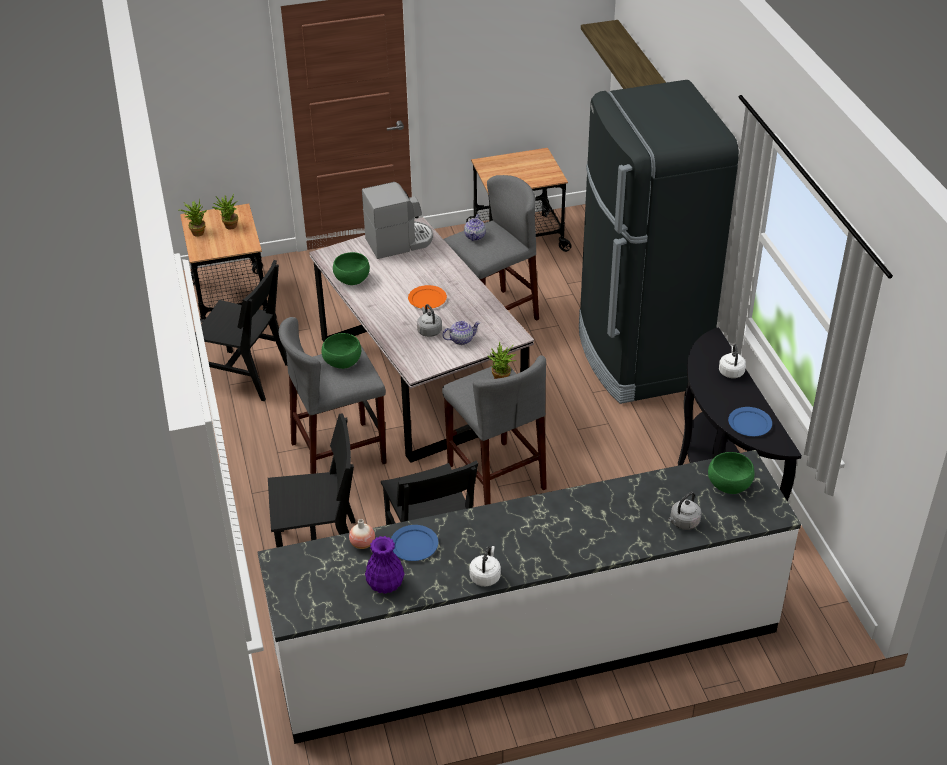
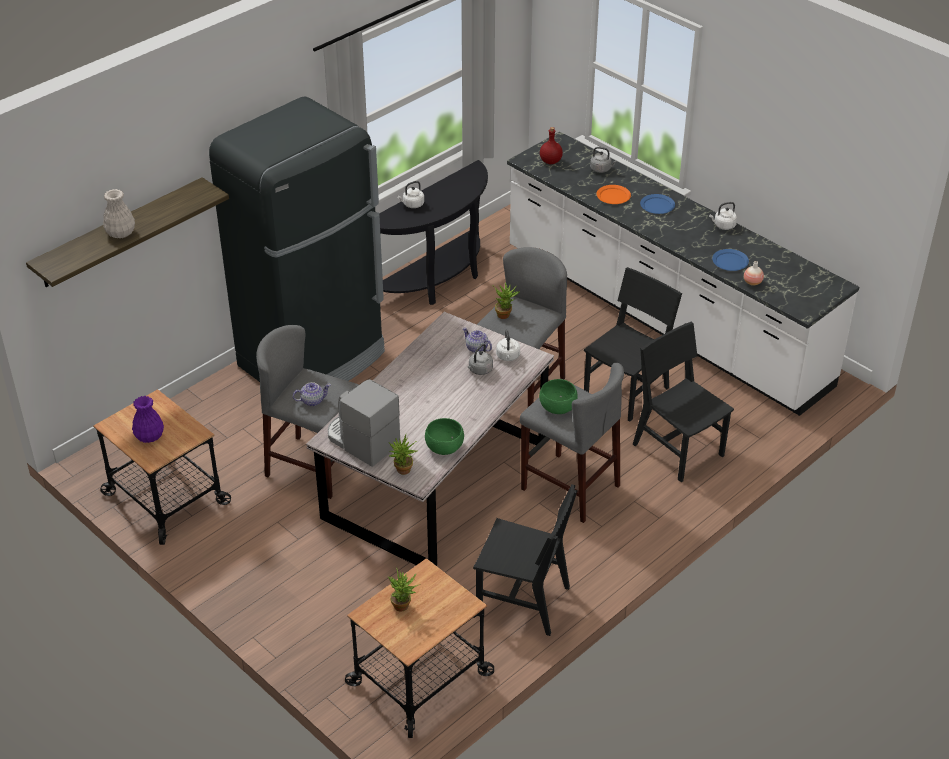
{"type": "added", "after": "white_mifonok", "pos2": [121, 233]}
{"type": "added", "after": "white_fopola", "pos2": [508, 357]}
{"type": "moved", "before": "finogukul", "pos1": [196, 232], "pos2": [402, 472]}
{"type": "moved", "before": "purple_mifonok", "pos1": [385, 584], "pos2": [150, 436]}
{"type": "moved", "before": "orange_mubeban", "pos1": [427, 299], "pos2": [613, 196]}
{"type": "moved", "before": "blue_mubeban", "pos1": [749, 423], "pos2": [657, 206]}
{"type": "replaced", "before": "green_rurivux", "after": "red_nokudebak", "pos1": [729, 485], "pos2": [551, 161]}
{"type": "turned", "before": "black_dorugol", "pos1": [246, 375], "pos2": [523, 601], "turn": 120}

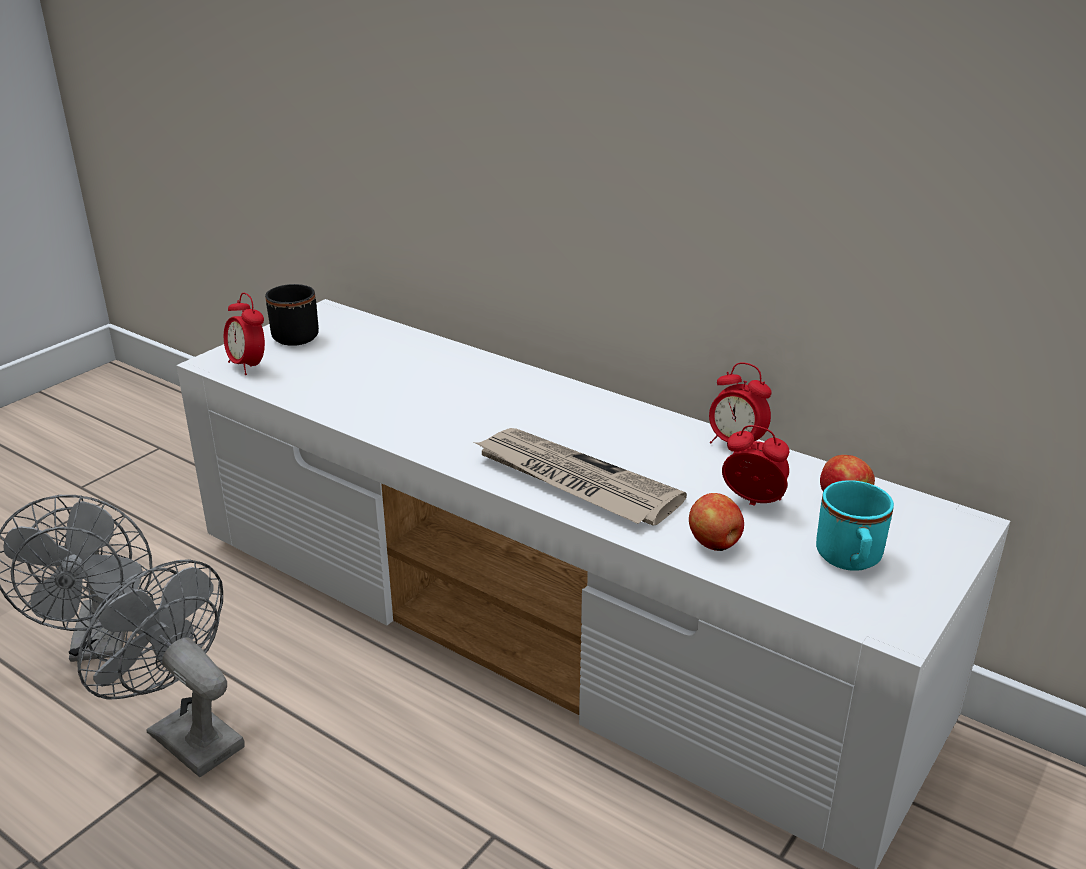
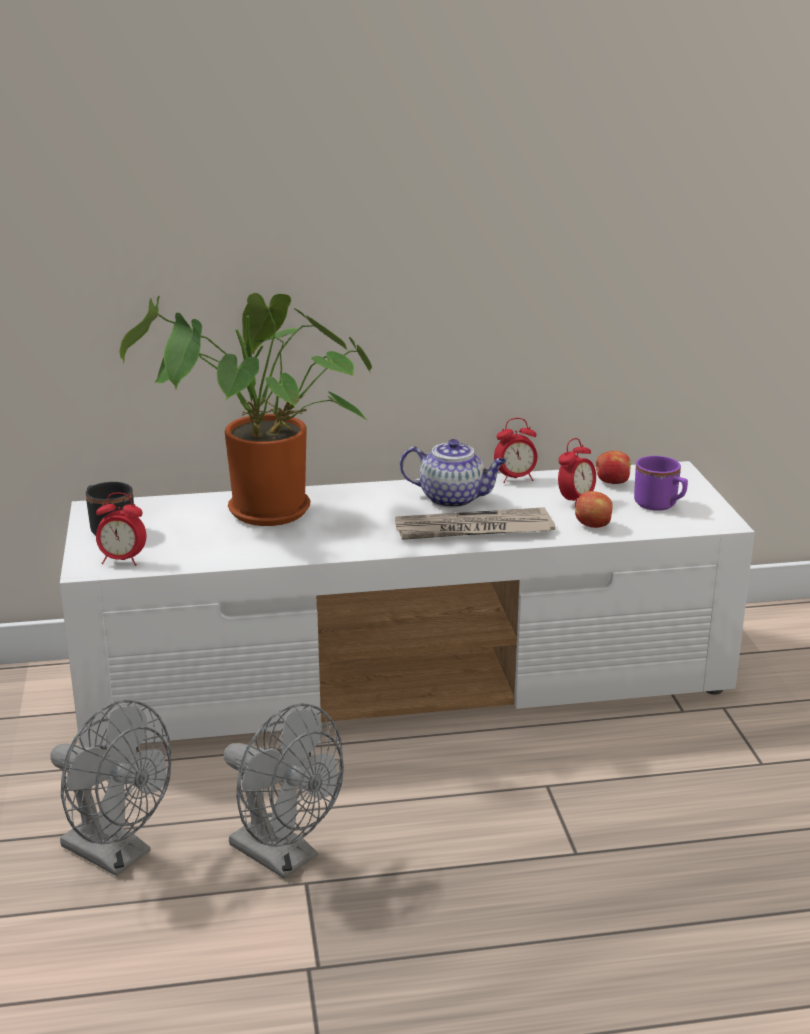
{"type": "added", "after": "finogukul", "pos2": [262, 515]}
{"type": "added", "after": "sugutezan", "pos2": [453, 499]}
{"type": "recoloured", "before": "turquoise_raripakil", "after": "purple_raripakil", "pos1": [850, 561], "pos2": [660, 505]}
{"type": "turned", "before": "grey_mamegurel", "pos1": [185, 734], "pos2": [284, 857], "turn": -135}
{"type": "turned", "before": "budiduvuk", "pos1": [753, 502], "pos2": [575, 501], "turn": 150}

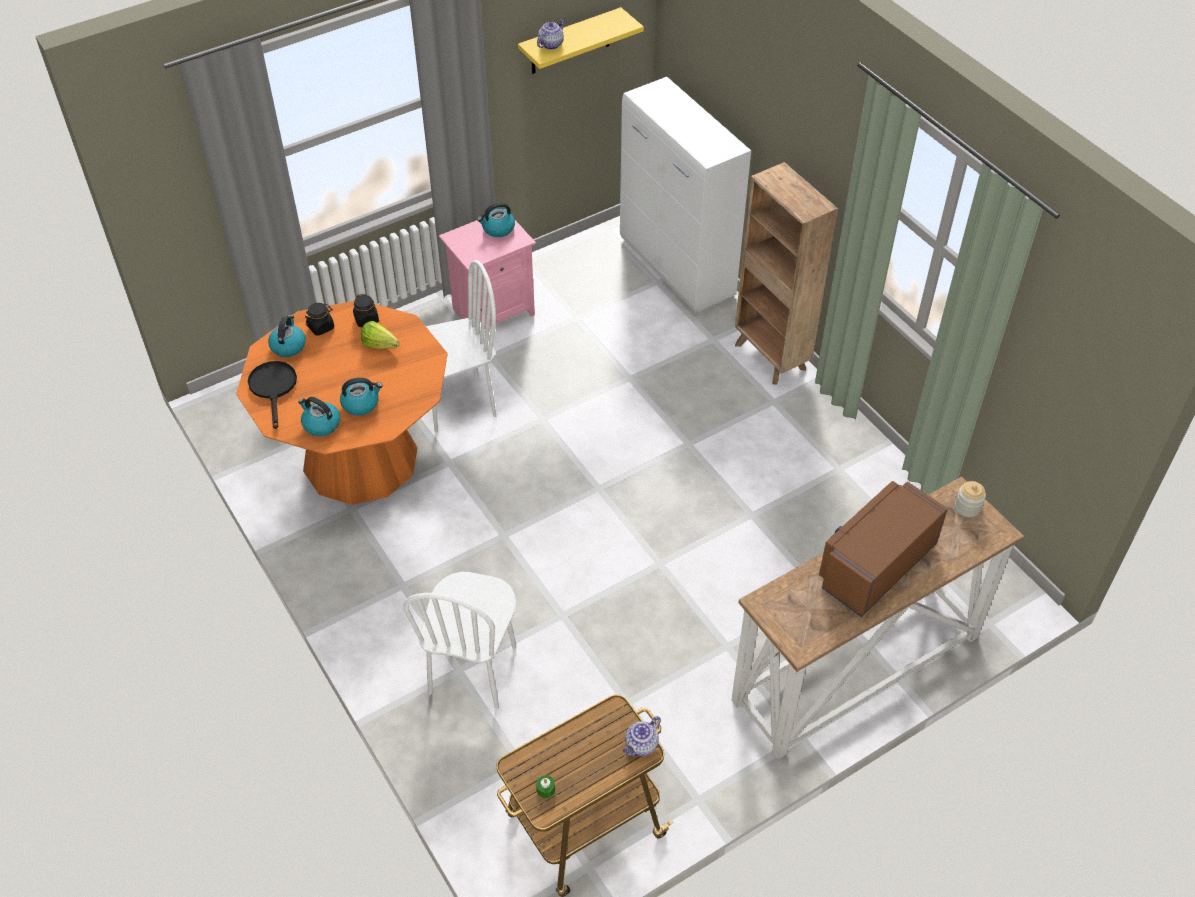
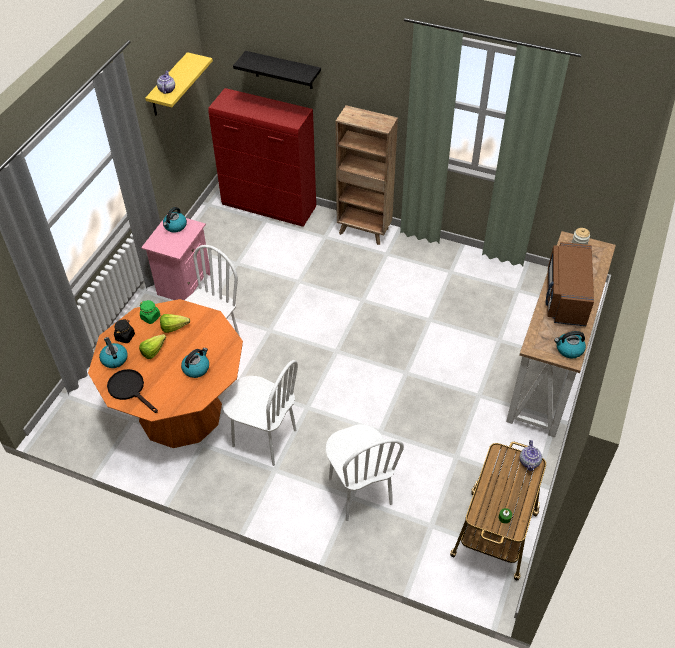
{"type": "added", "after": "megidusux", "pos2": [156, 350]}
{"type": "added", "after": "white_dorugol", "pos2": [264, 438]}
{"type": "added", "after": "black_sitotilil", "pos2": [283, 70]}
{"type": "moved", "before": "fopola", "pos1": [321, 424], "pos2": [569, 349]}
{"type": "recoloured", "before": "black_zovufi", "after": "green_zovufi", "pos1": [366, 320], "pos2": [150, 317]}
{"type": "recoloured", "before": "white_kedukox", "after": "red_kedukox", "pos1": [677, 268], "pos2": [270, 207]}

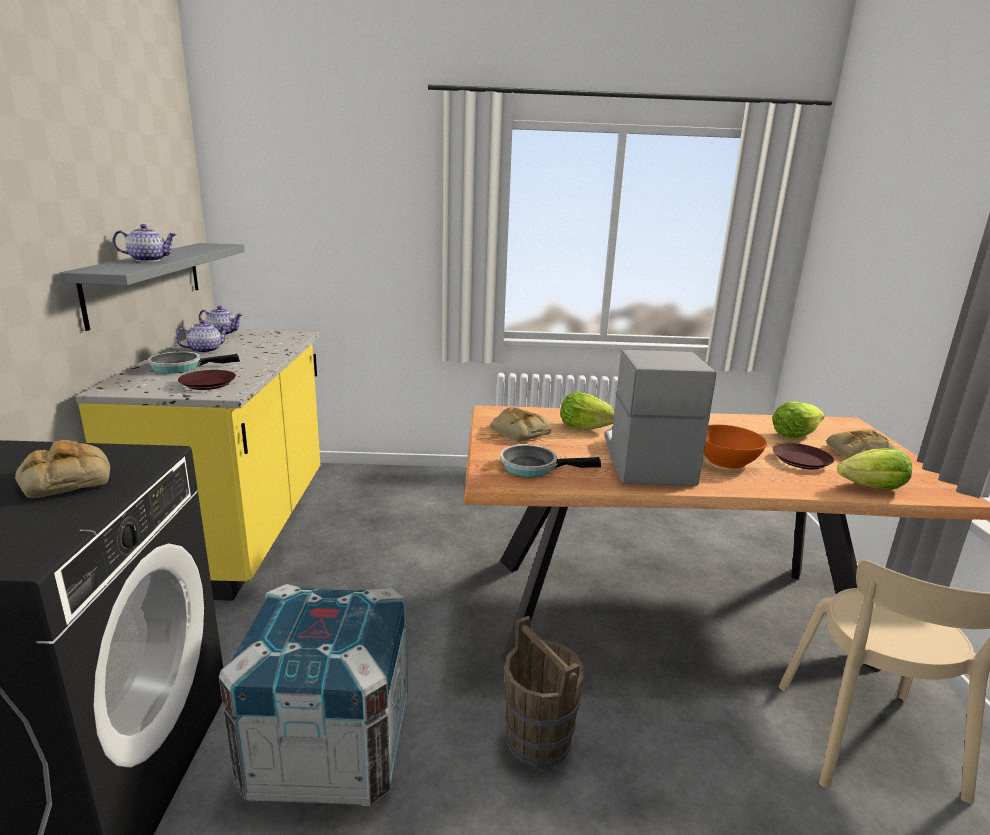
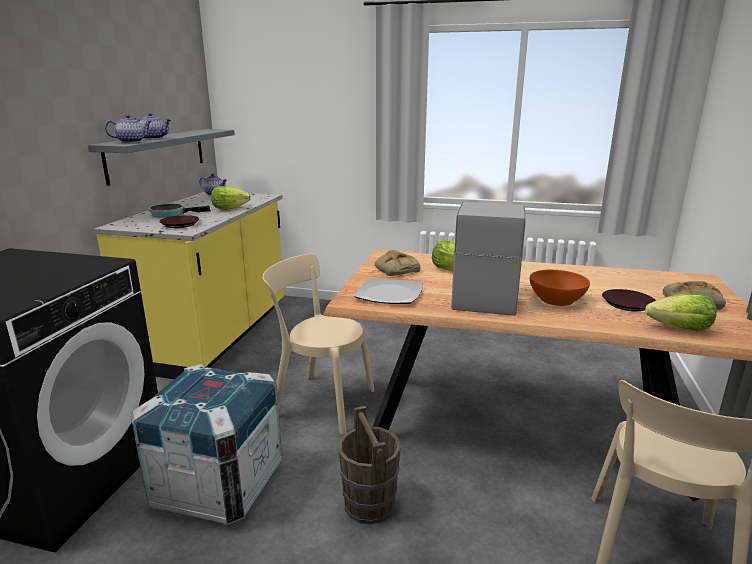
{"type": "removed", "before": "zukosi", "pos1": [65, 479]}
{"type": "added", "after": "beige_dorugol", "pos2": [319, 402]}
{"type": "moved", "before": "sugutezan", "pos1": [205, 350], "pos2": [131, 142]}
{"type": "moved", "before": "megidusux", "pos1": [794, 435], "pos2": [229, 208]}
{"type": "replaced", "before": "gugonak", "after": "mubeban", "pos1": [533, 467], "pos2": [389, 293]}

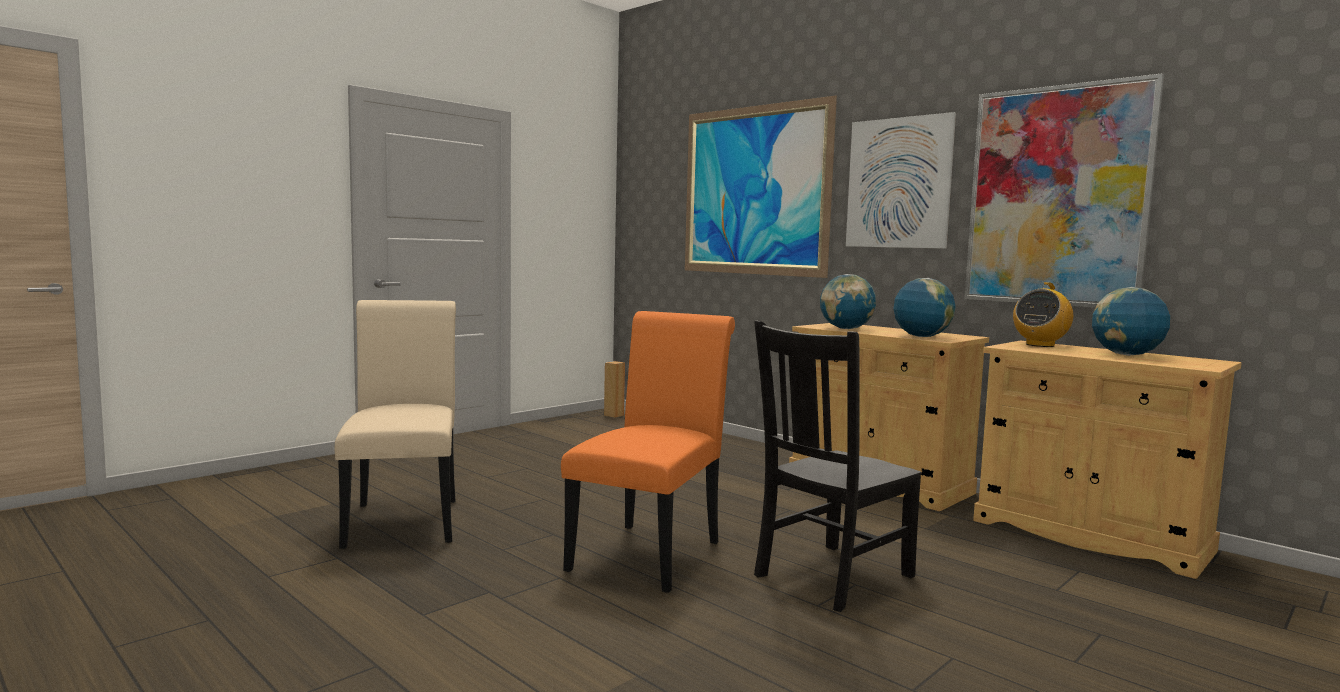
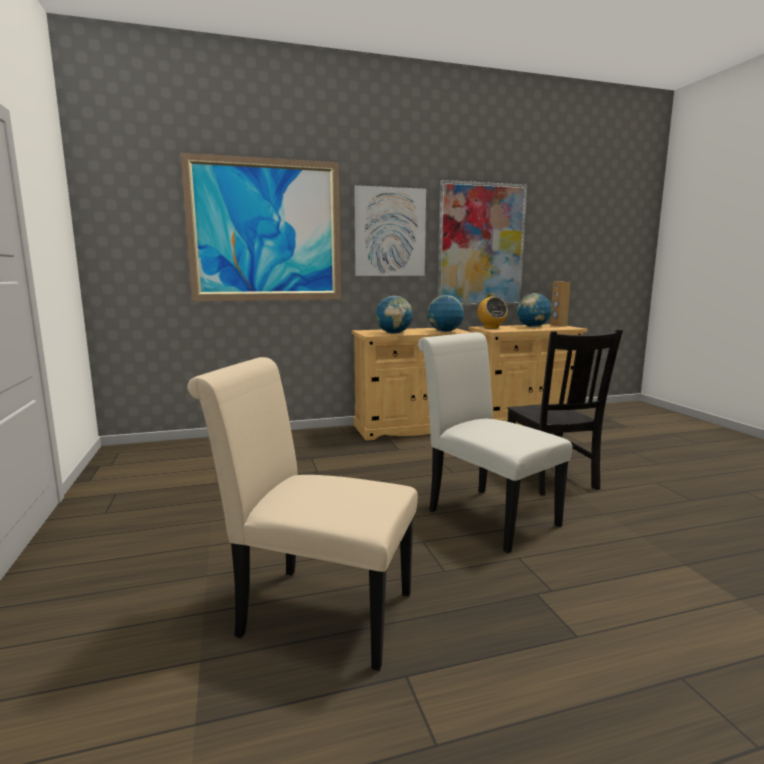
{"type": "moved", "before": "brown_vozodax", "pos1": [613, 415], "pos2": [558, 325]}
{"type": "recoloured", "before": "orange_dorugol", "after": "white_dorugol", "pos1": [650, 552], "pos2": [485, 515]}

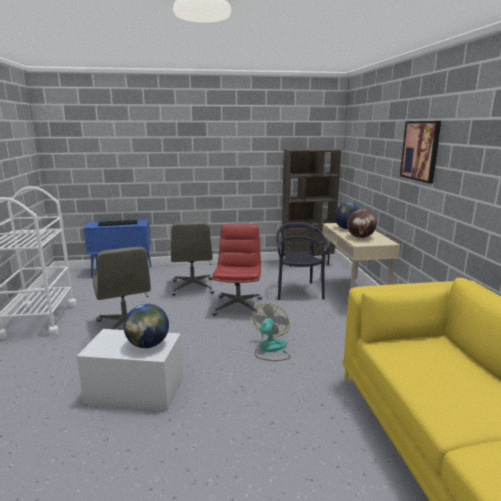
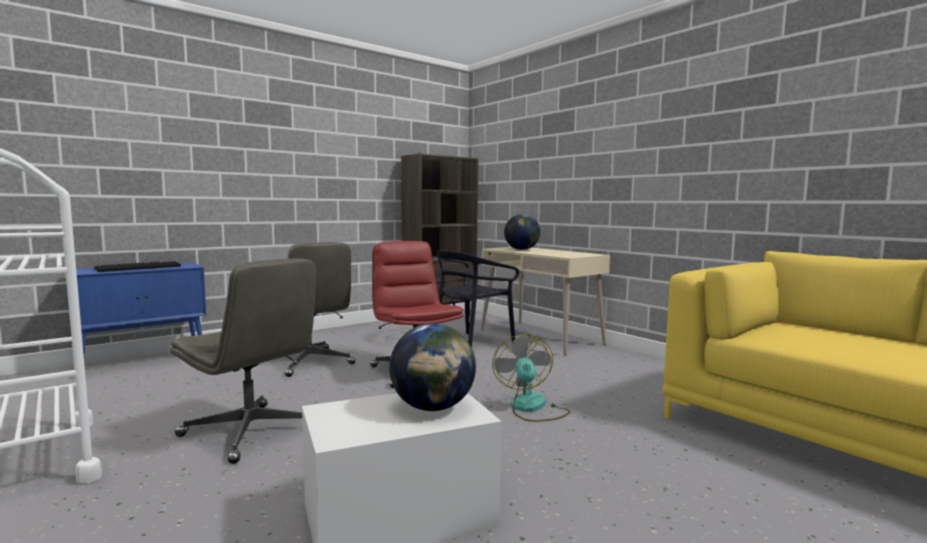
{"type": "removed", "before": "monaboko", "pos1": [360, 237]}
{"type": "removed", "before": "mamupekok", "pos1": [420, 150]}
{"type": "turned", "before": "black_dorugol", "pos1": [298, 291], "pos2": [471, 344], "turn": -105}

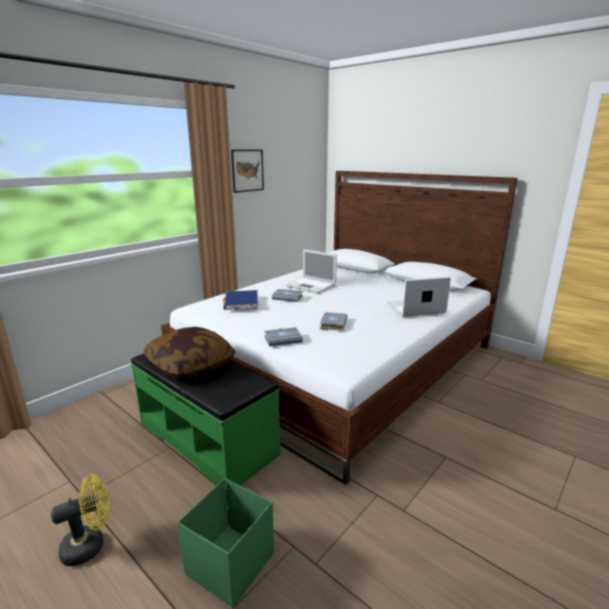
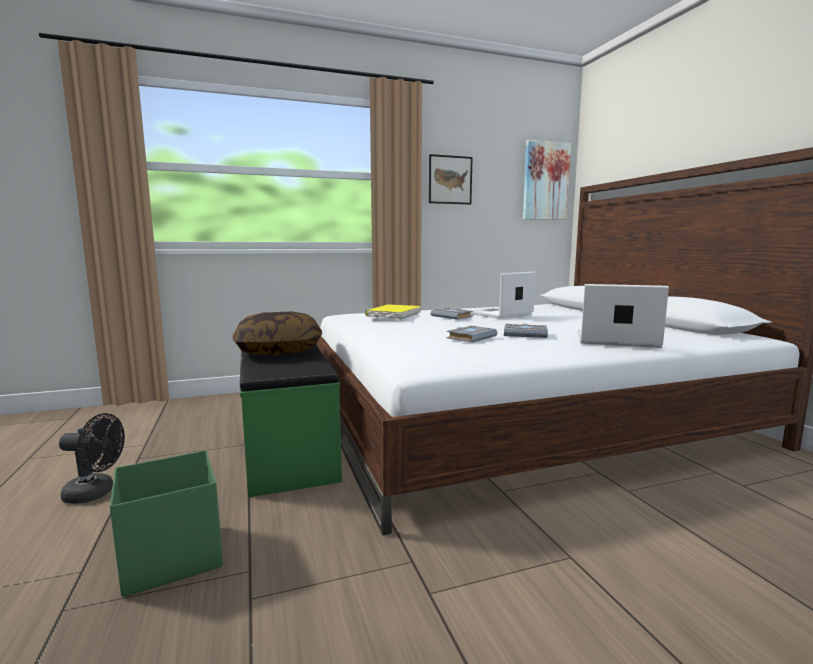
{"type": "added", "after": "mamupekok", "pos2": [545, 181]}
{"type": "moved", "before": "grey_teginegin", "pos1": [283, 339], "pos2": [526, 334]}
{"type": "recoloured", "before": "yellow_mamegurel", "after": "black_mamegurel", "pos1": [90, 545], "pos2": [96, 493]}
{"type": "recoloured", "before": "blue_teginegin", "after": "yellow_teginegin", "pos1": [241, 302], "pos2": [393, 314]}
{"type": "turned", "before": "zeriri", "pos1": [311, 285], "pos2": [500, 314], "turn": 75}

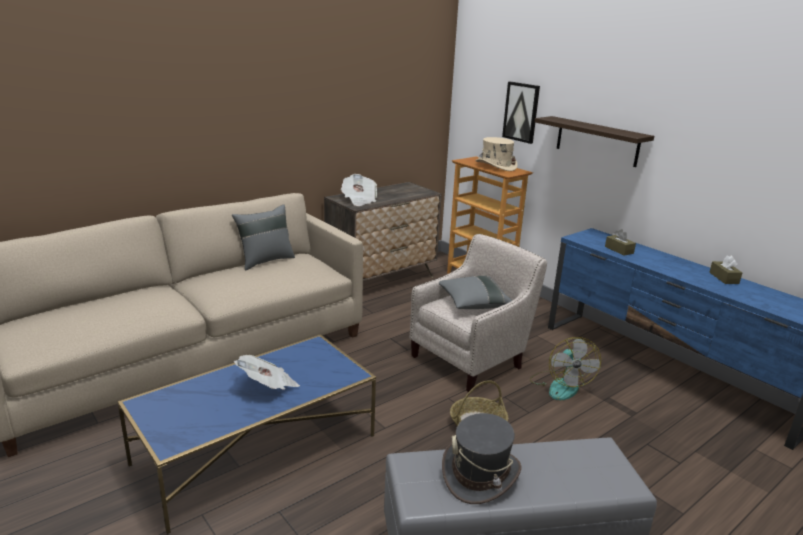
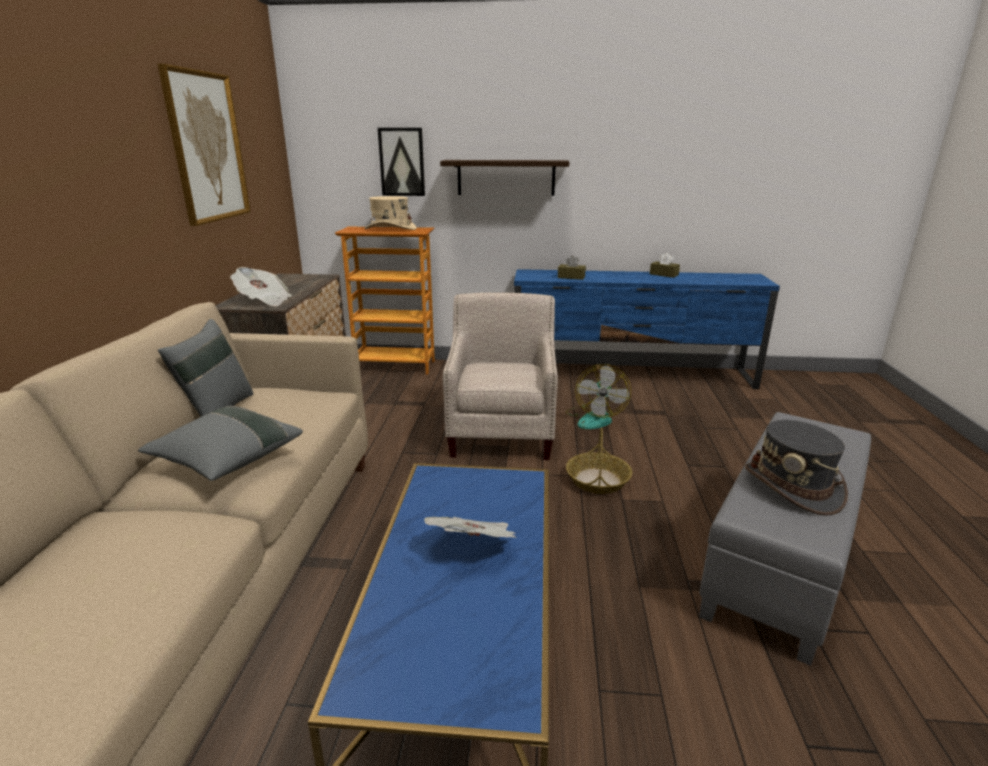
{"type": "added", "after": "mamupekok", "pos2": [207, 147]}
{"type": "moved", "before": "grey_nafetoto", "pos1": [473, 303], "pos2": [227, 460]}
{"type": "turned", "before": "mamegurel", "pos1": [560, 385], "pos2": [594, 418], "turn": 60}

